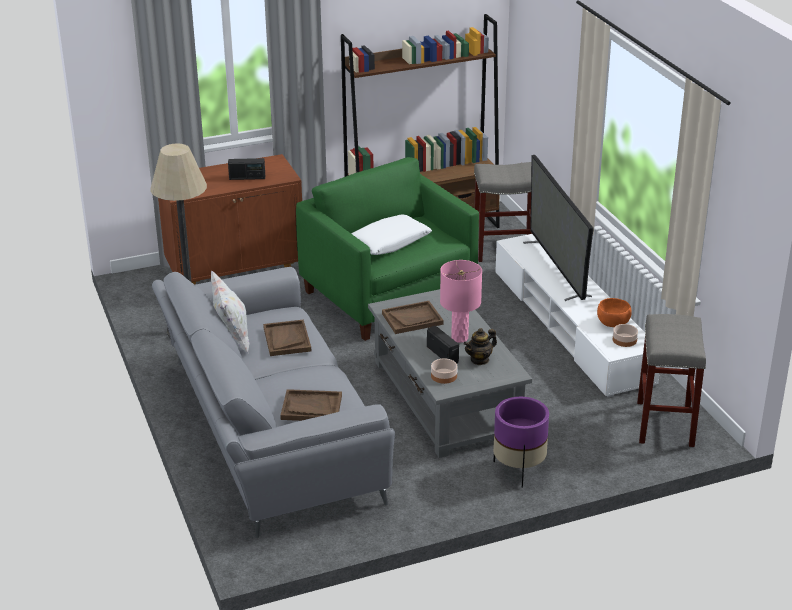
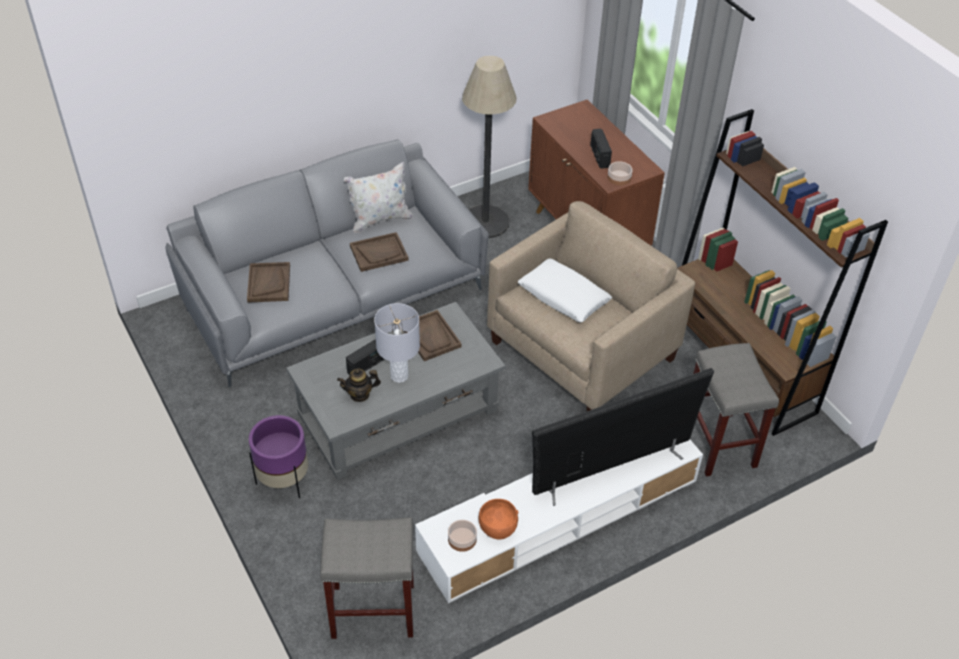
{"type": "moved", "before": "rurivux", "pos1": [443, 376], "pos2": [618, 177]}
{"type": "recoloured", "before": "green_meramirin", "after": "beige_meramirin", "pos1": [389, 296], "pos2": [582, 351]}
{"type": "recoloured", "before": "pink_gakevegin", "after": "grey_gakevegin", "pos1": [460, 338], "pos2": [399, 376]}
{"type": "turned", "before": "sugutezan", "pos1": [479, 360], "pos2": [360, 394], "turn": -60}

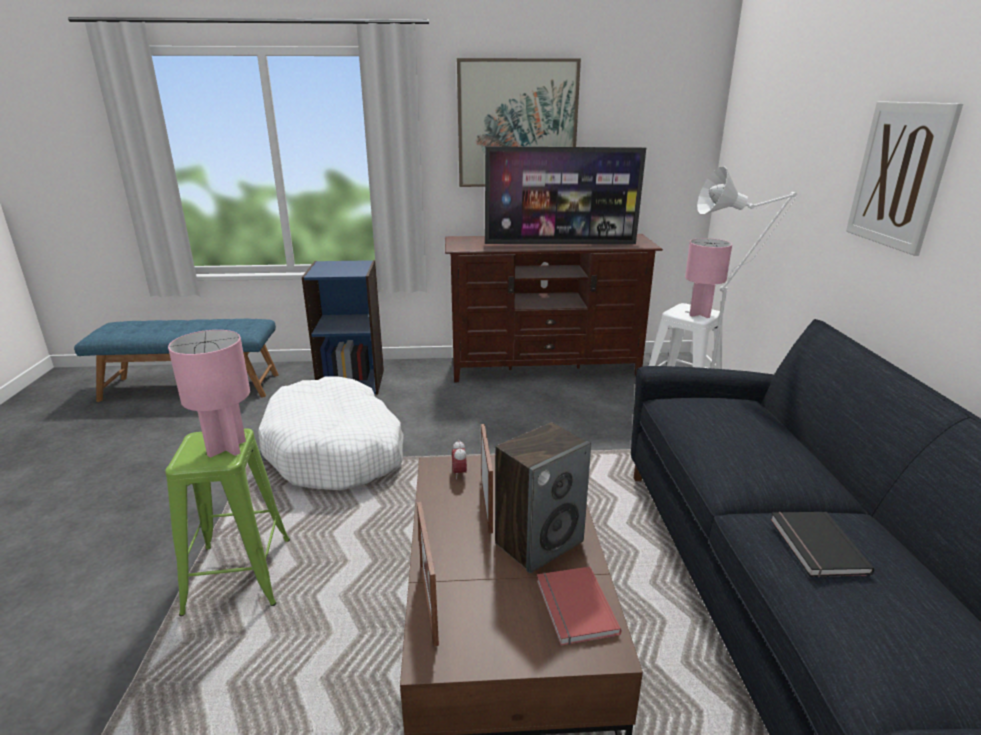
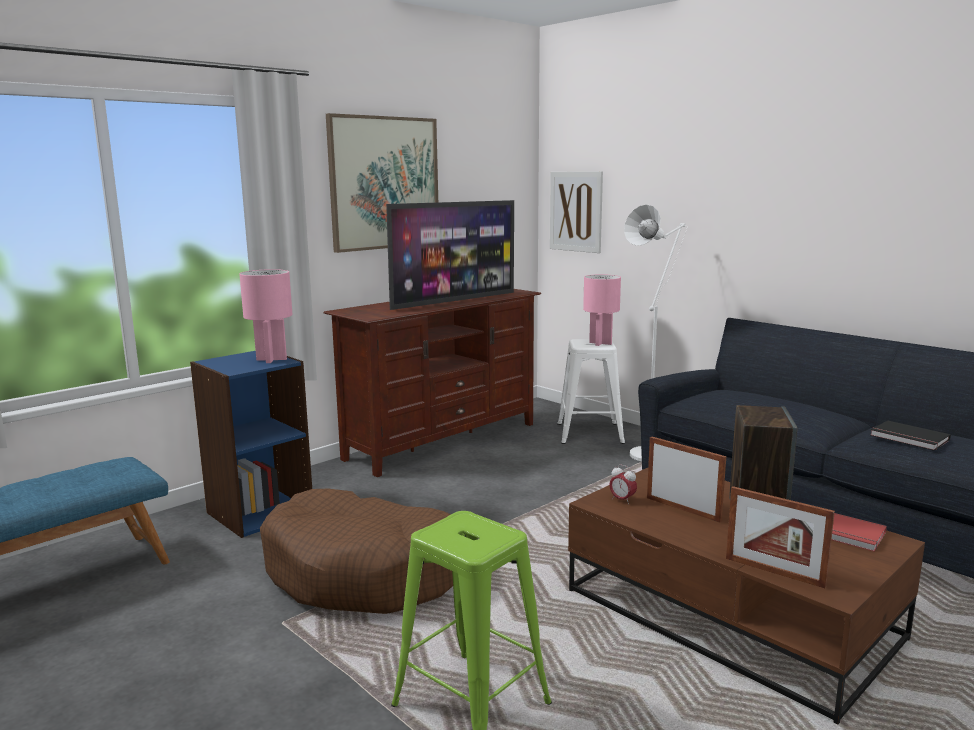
{"type": "moved", "before": "pink_gakevegin", "pos1": [227, 448], "pos2": [271, 359]}
{"type": "moved", "before": "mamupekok", "pos1": [899, 175], "pos2": [576, 211]}
{"type": "recoloured", "before": "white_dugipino", "after": "brown_dugipino", "pos1": [336, 451], "pos2": [365, 572]}

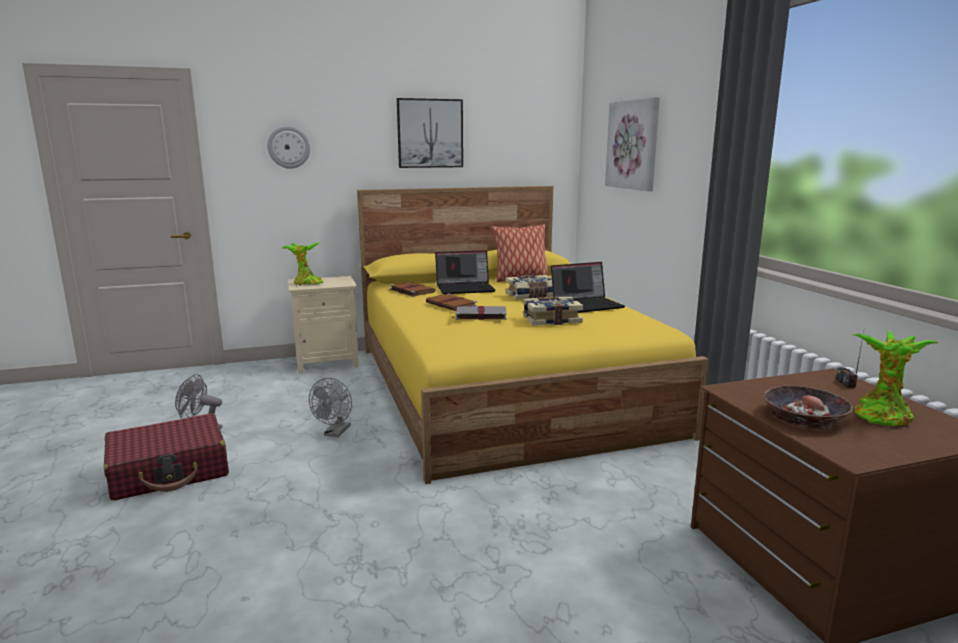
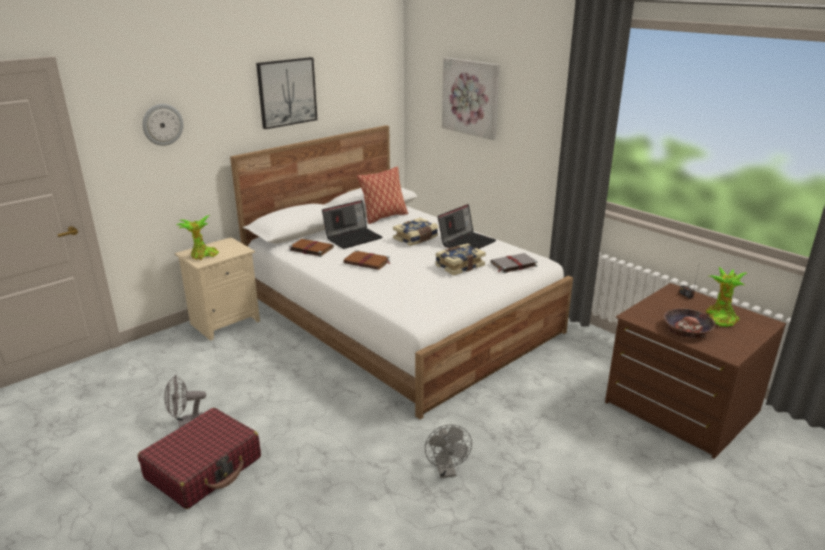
{"type": "moved", "before": "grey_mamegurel", "pos1": [335, 433], "pos2": [446, 471]}
{"type": "moved", "before": "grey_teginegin", "pos1": [480, 315], "pos2": [513, 264]}
{"type": "recoloured", "before": "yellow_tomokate", "after": "white_tomokate", "pos1": [503, 387], "pos2": [400, 316]}

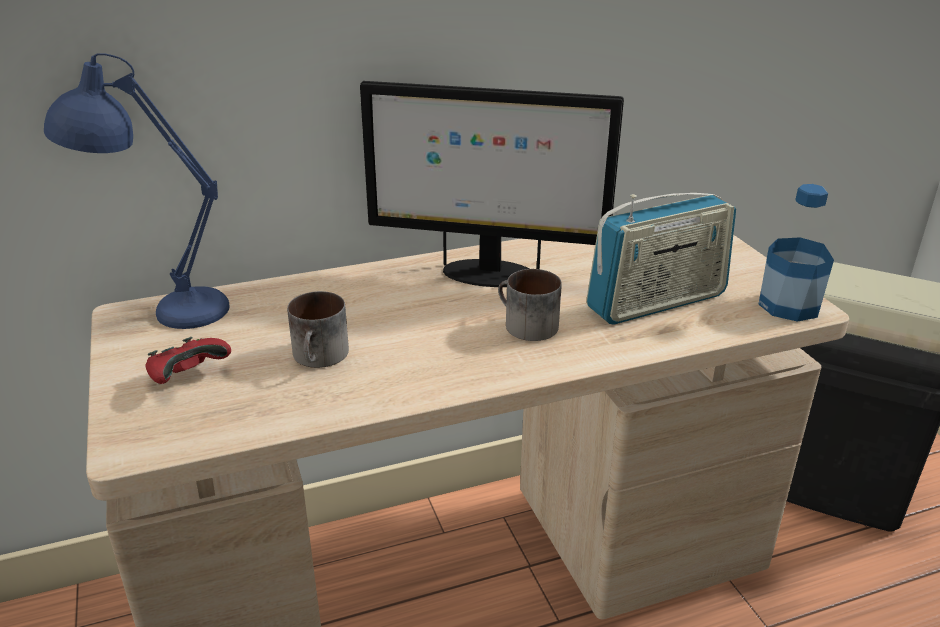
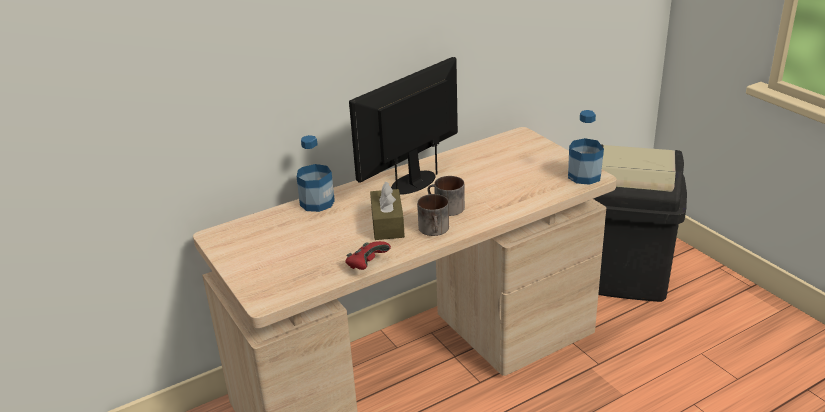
{"type": "removed", "before": "blue_gakevegin", "pos1": [162, 310]}
{"type": "removed", "before": "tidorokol", "pos1": [657, 302]}
{"type": "added", "after": "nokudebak", "pos2": [317, 203]}
{"type": "added", "after": "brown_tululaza", "pos2": [387, 224]}
{"type": "moved", "before": "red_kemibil", "pos1": [188, 376], "pos2": [367, 265]}
{"type": "moved", "before": "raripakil", "pos1": [321, 357], "pos2": [435, 230]}
{"type": "turned", "before": "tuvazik", "pos1": [487, 274], "pos2": [413, 182], "turn": 135}

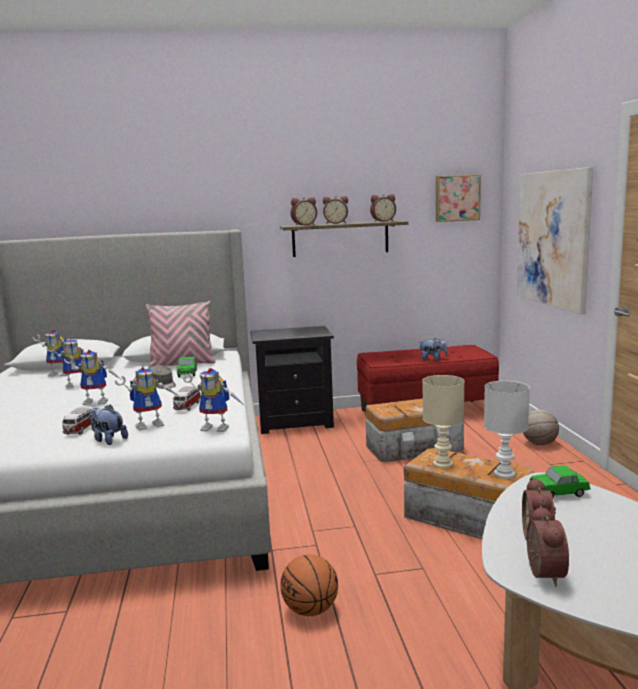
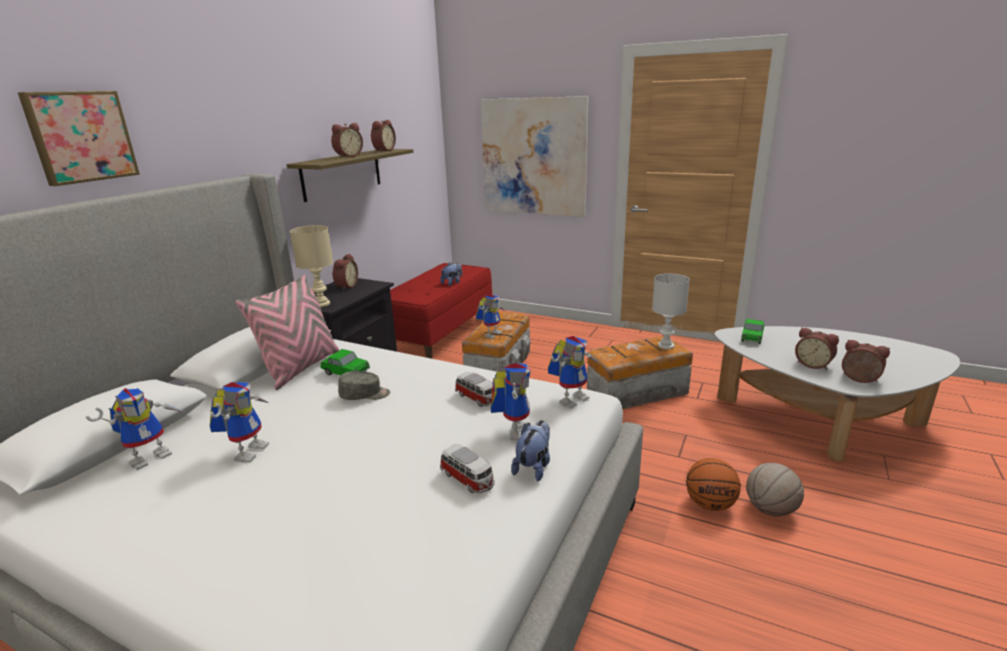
{"type": "moved", "before": "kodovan", "pos1": [98, 401], "pos2": [491, 333]}
{"type": "moved", "before": "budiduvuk", "pos1": [303, 225], "pos2": [345, 286]}
{"type": "moved", "before": "beige_gakevegin", "pos1": [443, 465], "pos2": [322, 304]}
{"type": "moved", "before": "mamupekok", "pos1": [457, 198], "pos2": [80, 137]}
{"type": "moved", "before": "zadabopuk", "pos1": [539, 443], "pos2": [770, 509]}
{"type": "turned", "before": "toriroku", "pos1": [108, 440], "pos2": [534, 467], "turn": 135}

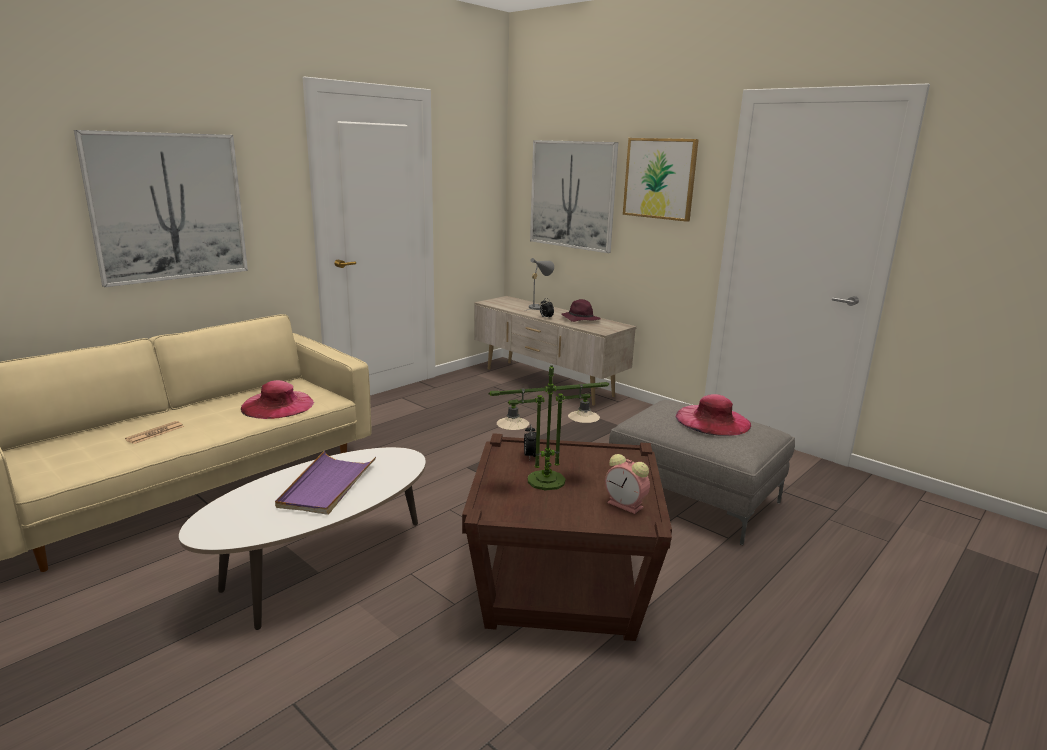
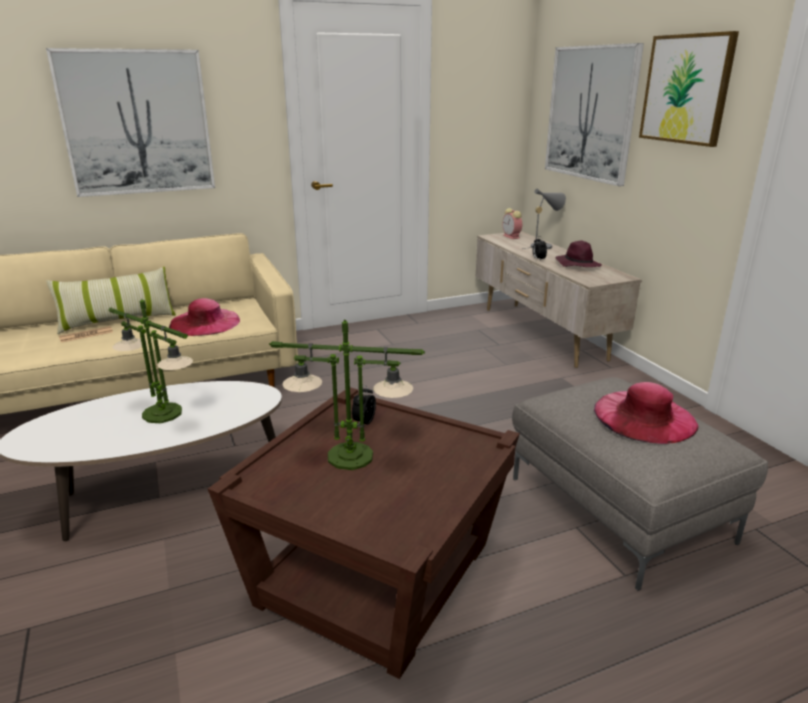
{"type": "added", "after": "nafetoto", "pos2": [117, 320]}
{"type": "moved", "before": "budiduvuk", "pos1": [626, 505], "pos2": [512, 237]}
{"type": "replaced", "before": "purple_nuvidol", "after": "gakevegin", "pos1": [327, 486], "pos2": [163, 413]}

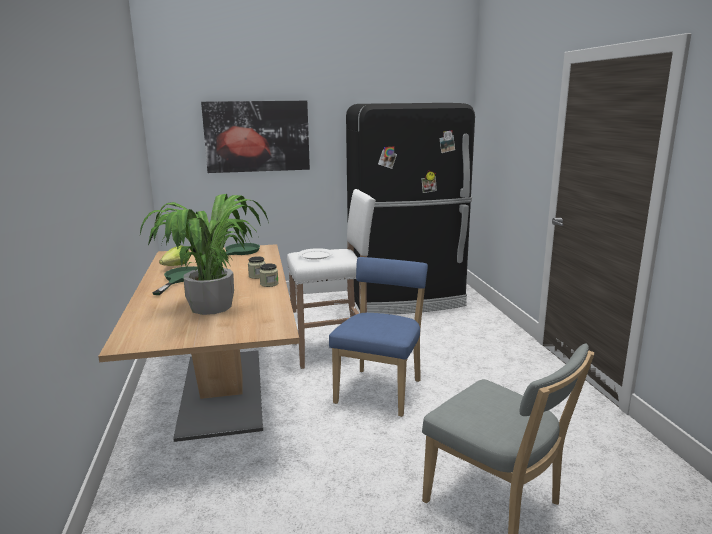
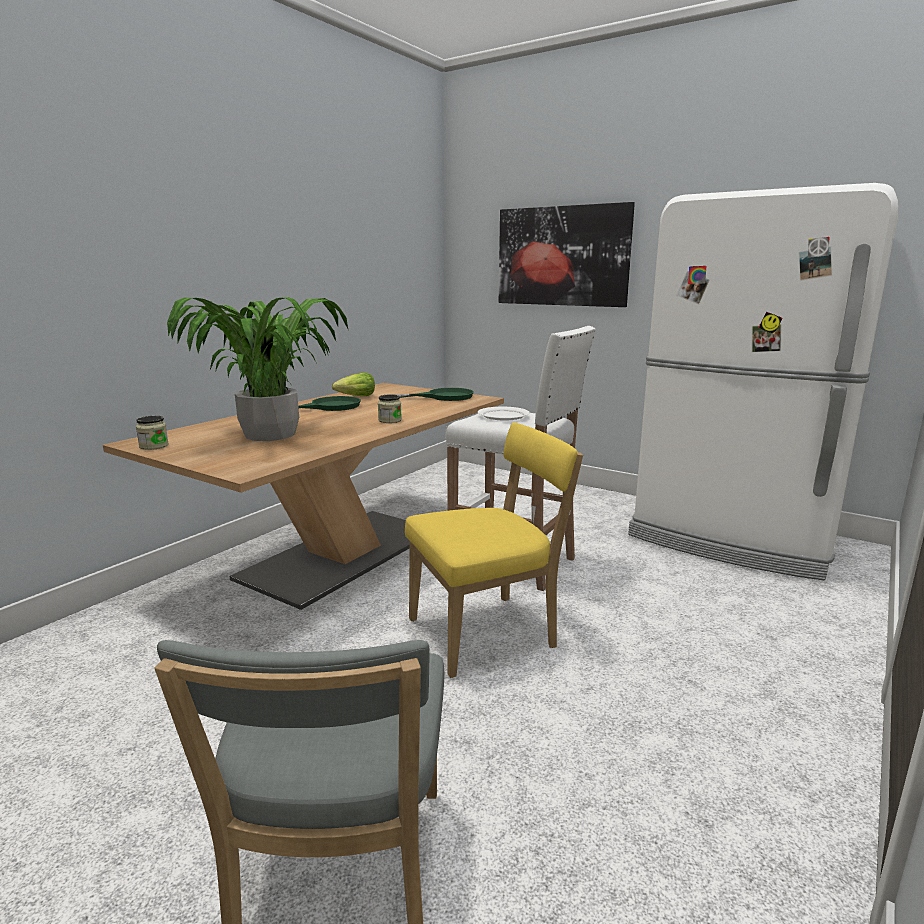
{"type": "moved", "before": "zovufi", "pos1": [269, 284], "pos2": [154, 446]}
{"type": "recoloured", "before": "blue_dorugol", "after": "yellow_dorugol", "pos1": [381, 389], "pos2": [488, 632]}
{"type": "recoloured", "before": "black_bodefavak", "after": "white_bodefavak", "pos1": [406, 299], "pos2": [732, 538]}

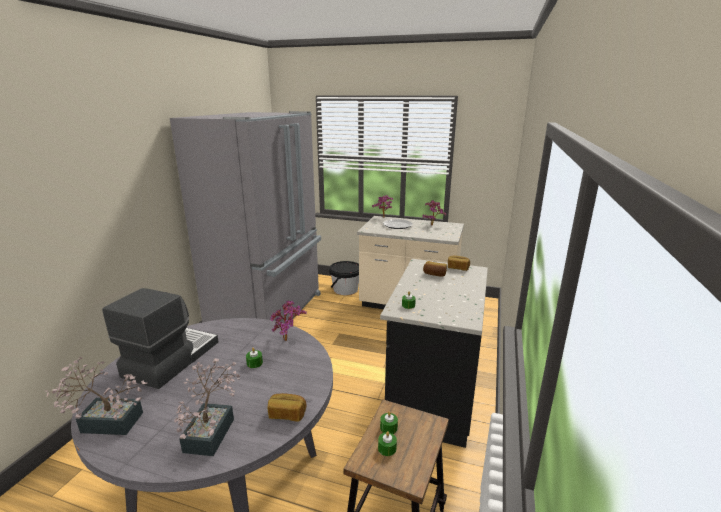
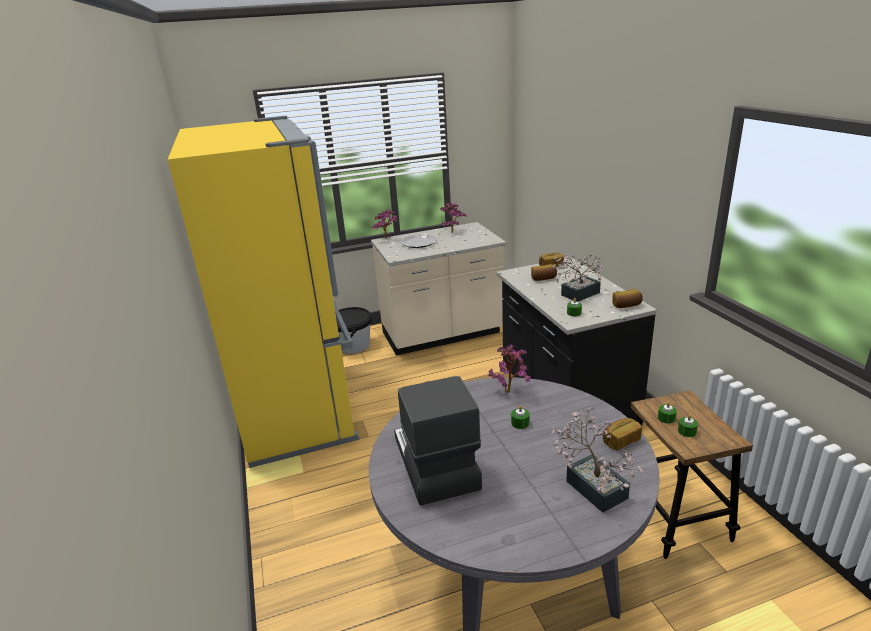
{"type": "added", "after": "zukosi", "pos2": [626, 305]}
{"type": "moved", "before": "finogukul", "pos1": [106, 421], "pos2": [576, 295]}
{"type": "recoloured", "before": "grey_bodefavak", "after": "yellow_bodefavak", "pos1": [270, 312], "pos2": [298, 408]}

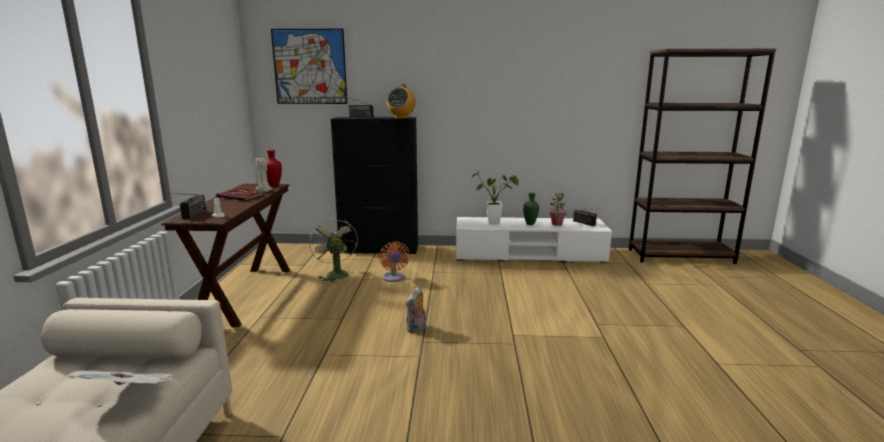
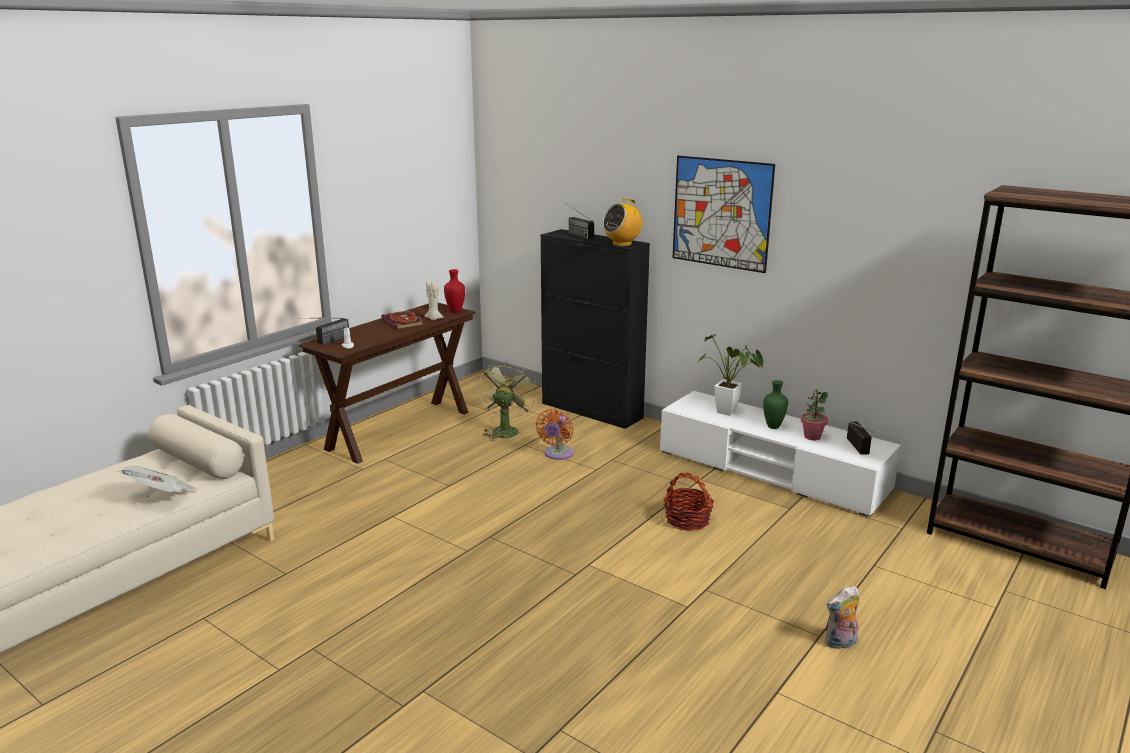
{"type": "added", "after": "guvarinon", "pos2": [687, 520]}
{"type": "moved", "before": "mamupekok", "pos1": [310, 67], "pos2": [721, 213]}
{"type": "moved", "before": "toriroku", "pos1": [417, 329], "pos2": [840, 643]}

